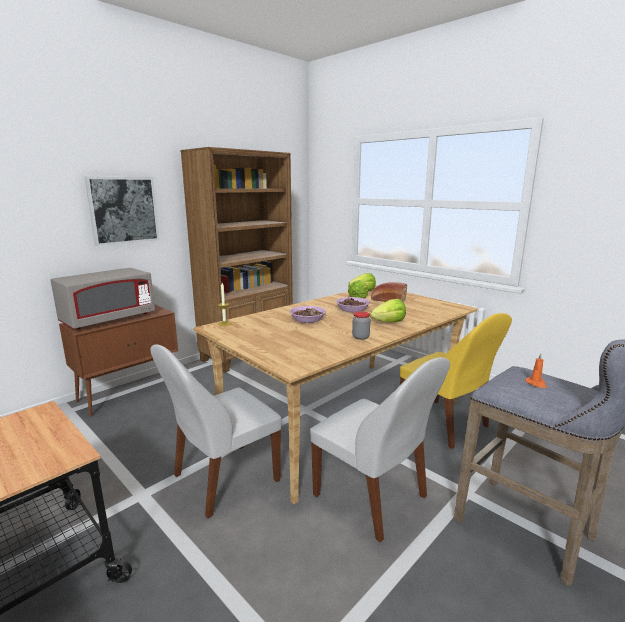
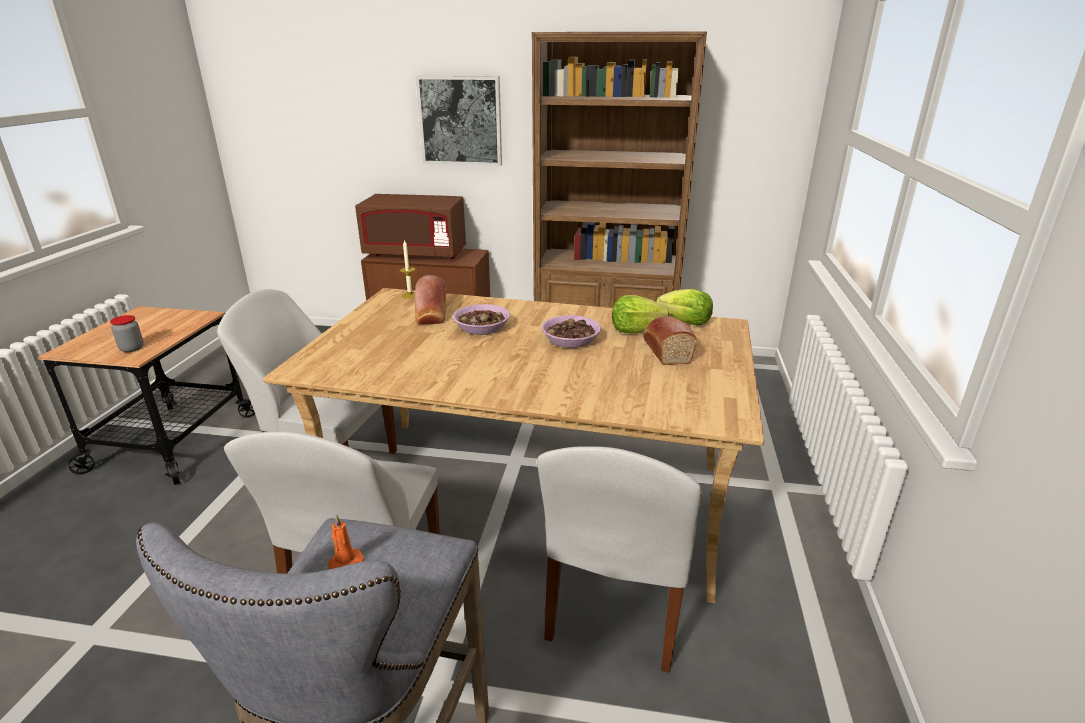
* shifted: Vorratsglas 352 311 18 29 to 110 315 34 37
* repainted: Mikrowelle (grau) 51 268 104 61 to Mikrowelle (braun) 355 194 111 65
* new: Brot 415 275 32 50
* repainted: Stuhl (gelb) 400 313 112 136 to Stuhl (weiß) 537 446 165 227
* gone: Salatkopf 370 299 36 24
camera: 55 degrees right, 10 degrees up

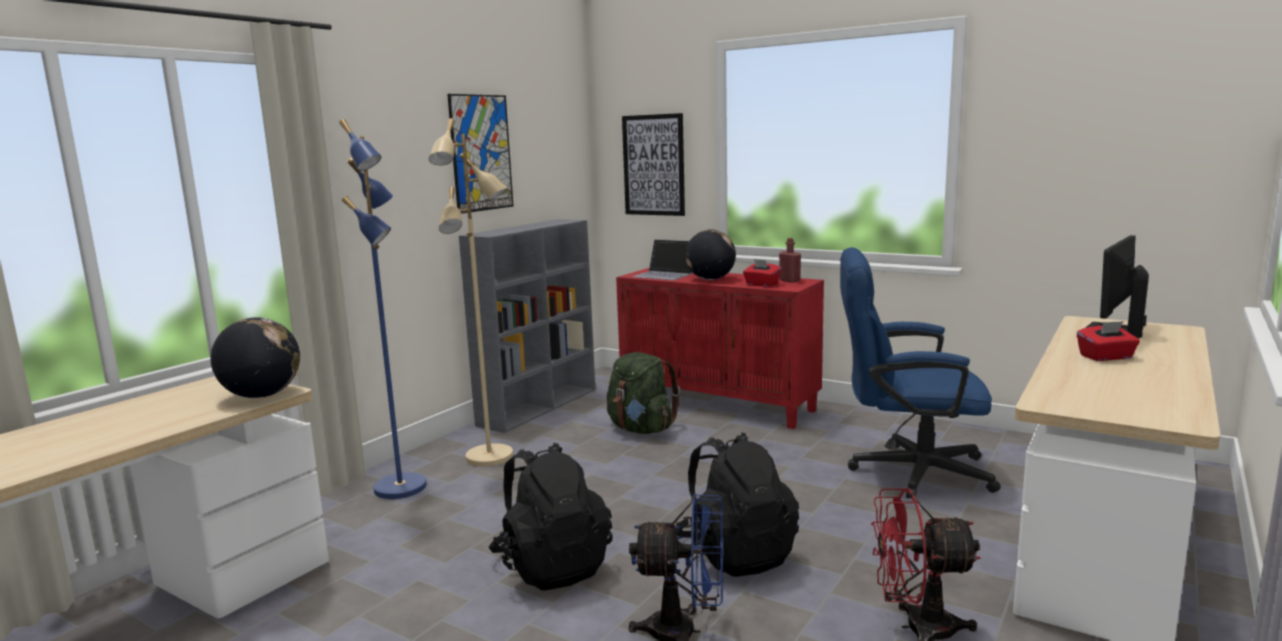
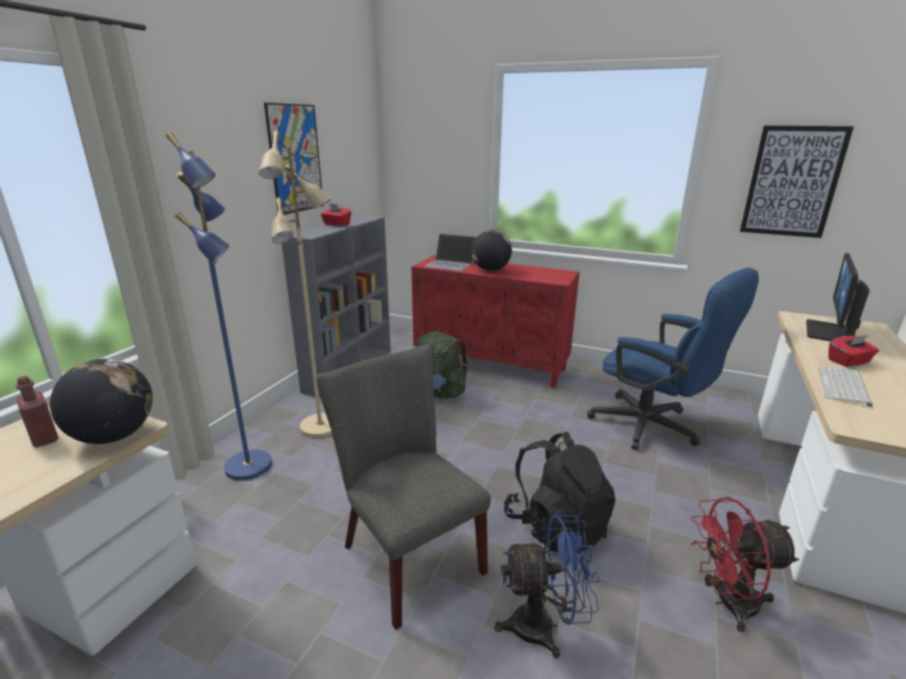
* shifted: Flasche (rot) 779 238 22 44 to 16 376 43 71
* swapped: Rucksack (schwarz) 488 443 125 147 to Stuhl (grau) 316 344 175 286
* shifted: Taschentuchbox (rot) 743 259 38 28 to 321 203 30 23
* rotated: Bürostuhl (blau) 840 247 161 252 = 587 268 172 182 135 degrees counterclockwise
* shifted: Bild 622 113 63 103 to 740 126 114 112
* new: Tastatur 818 367 55 40
camera: 10 degrees left, 10 degrees up

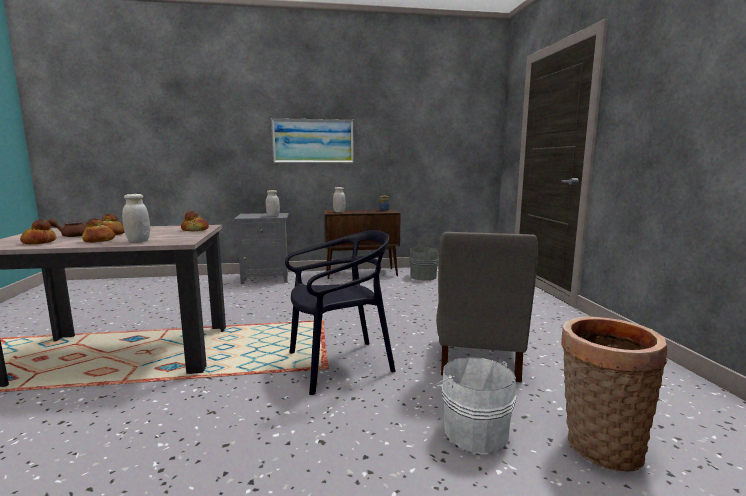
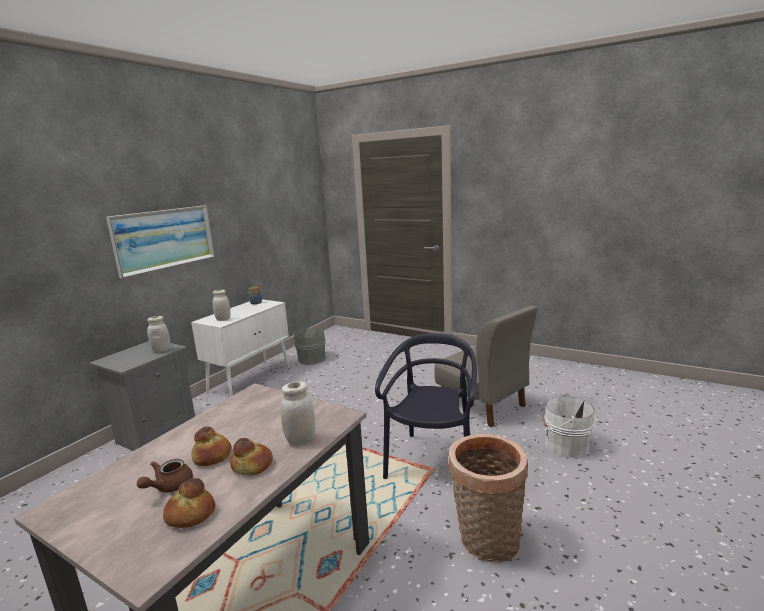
* repainted: Schrank (braun) 324 209 77 70 to Schrank (weiß) 191 299 99 98
* shifted: Korb 561 316 106 156 to 448 434 80 129
* gone: Brot 181 211 28 20
camera: 50 degrees left, 5 degrees up

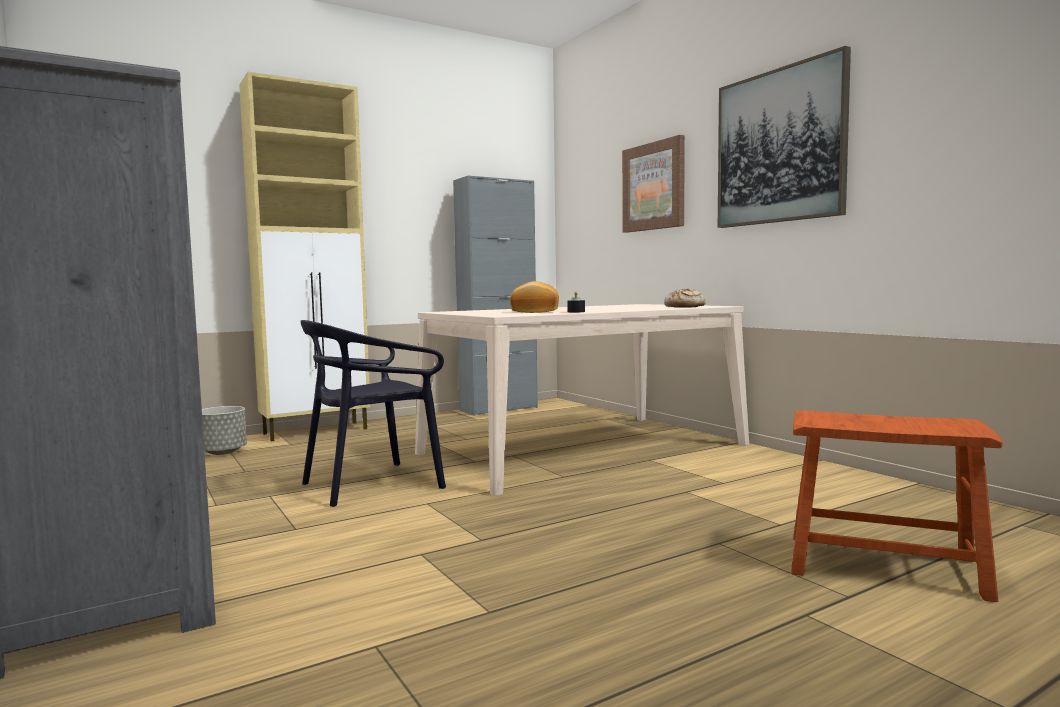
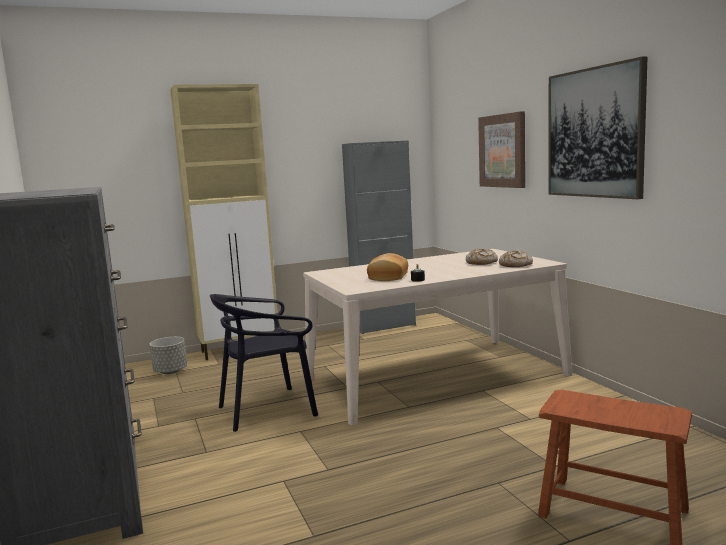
* new: Brot 466 248 32 17
camera: 10 degrees right, 5 degrees up

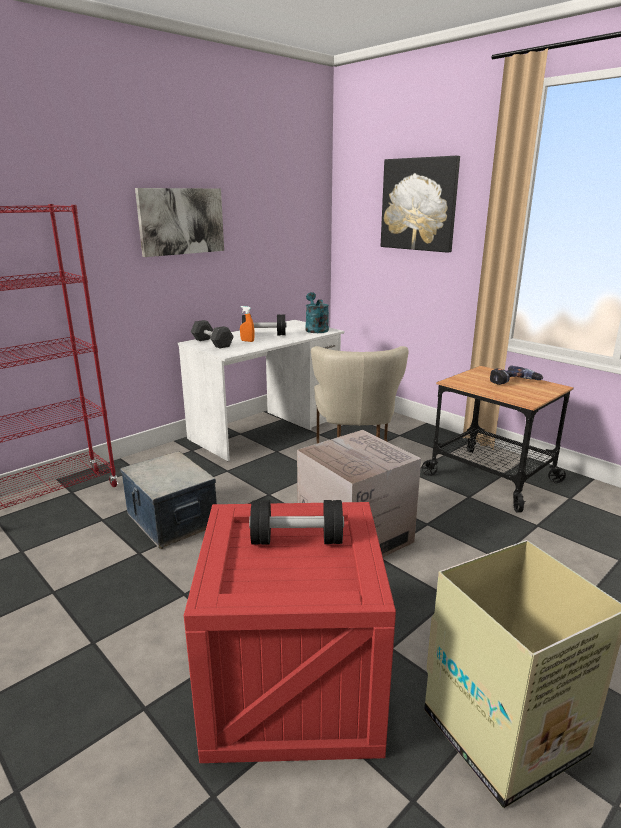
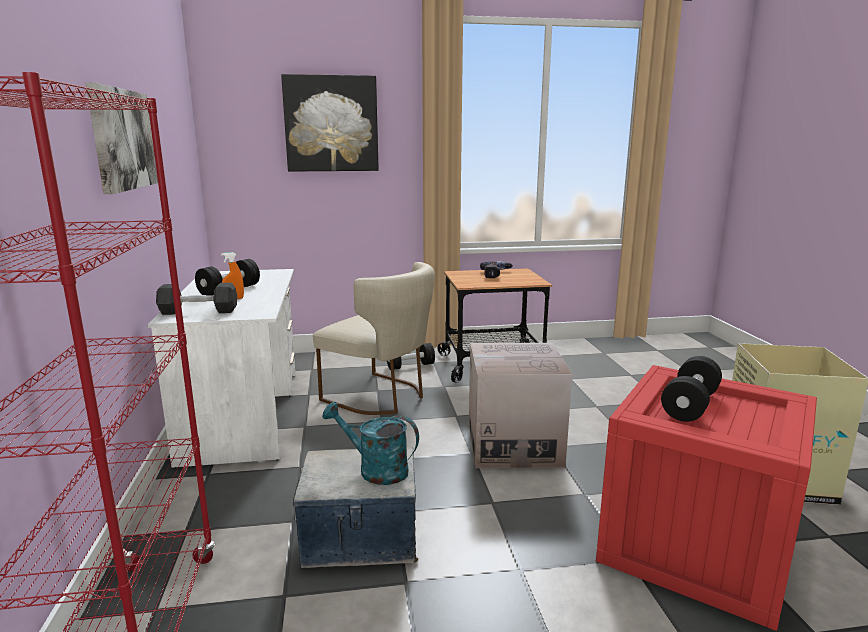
* shifted: Gießkanne (türkis) 305 292 24 41 to 322 402 97 83
* new: Hantel (schwarz) 387 343 48 27
camera: 55 degrees left, 5 degrees down

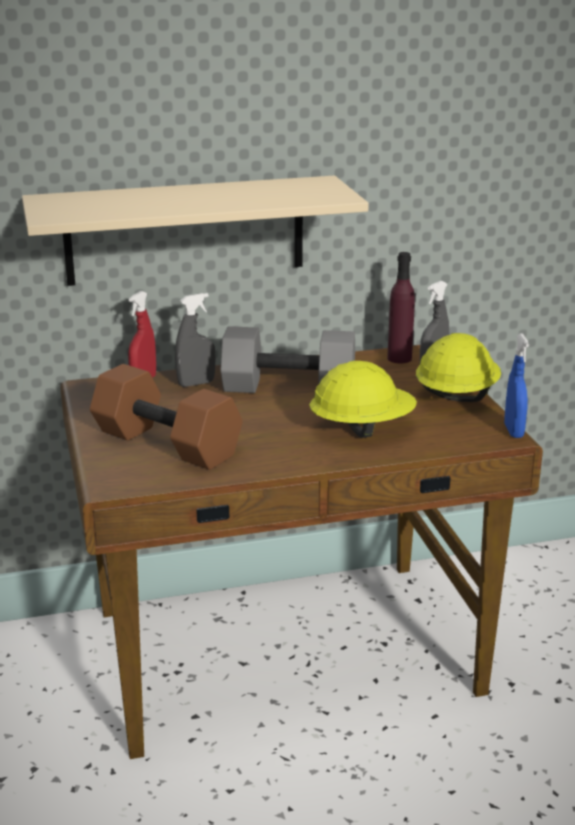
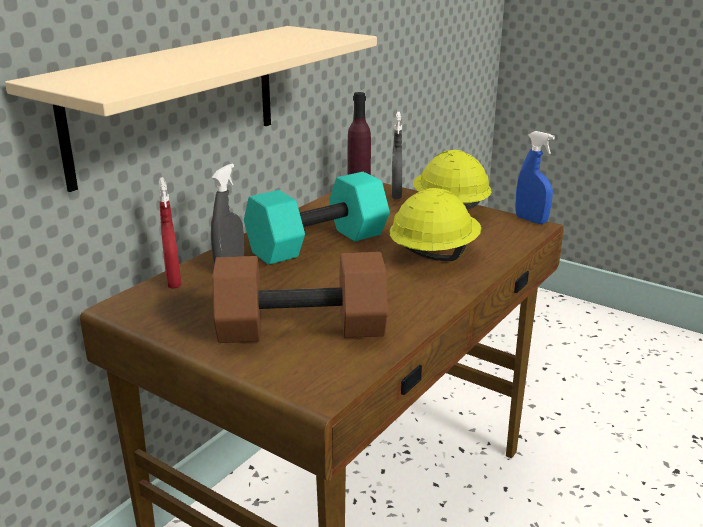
* repainted: Hantel (grau) 221 326 134 67 to Hantel (türkis) 244 172 146 93
camera: 40 degrees left, 0 degrees up

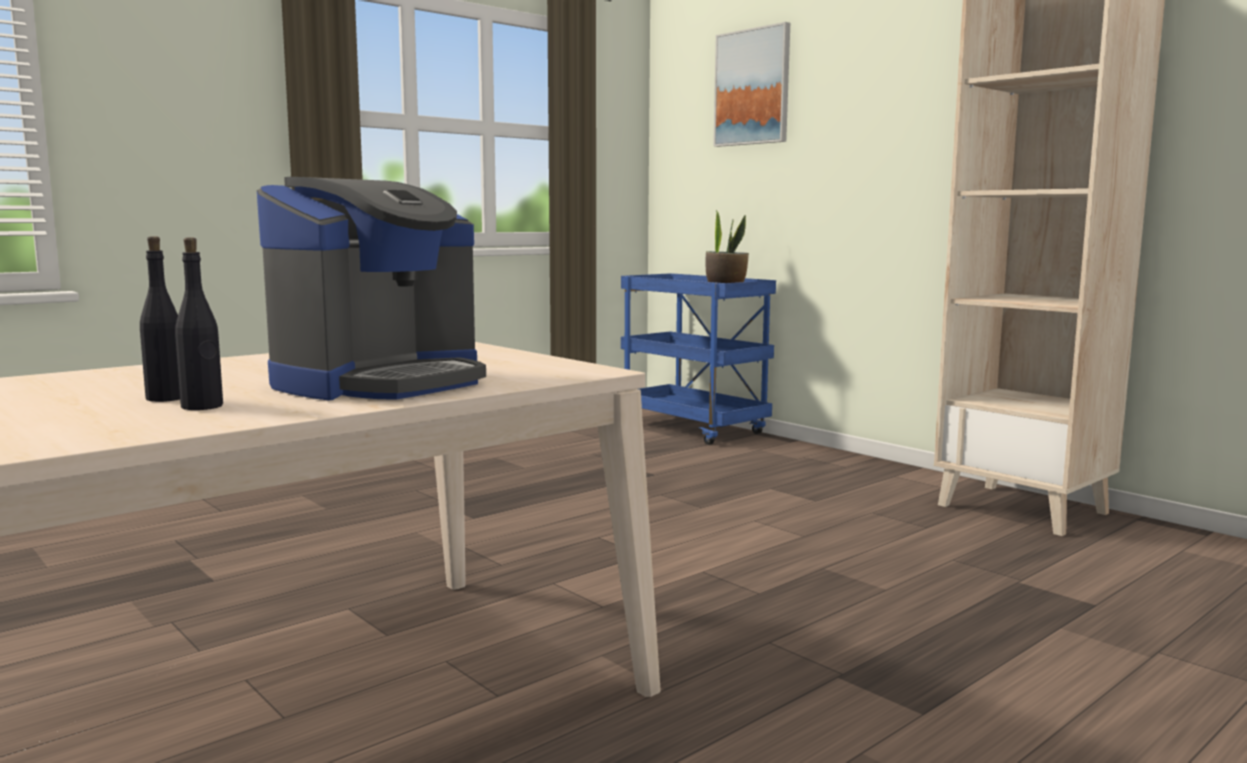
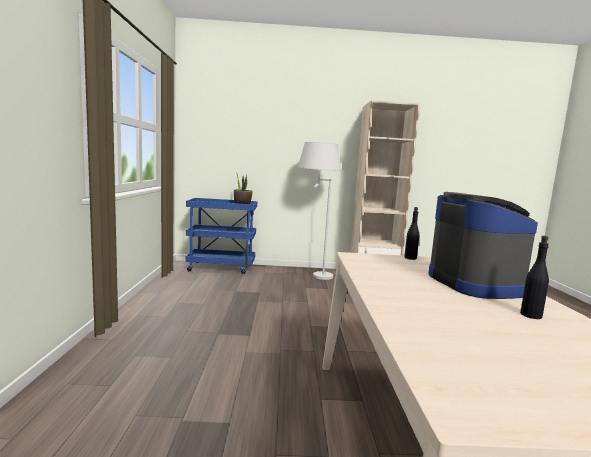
* new: Stehlampe (weiß) 298 142 43 138
* shifted: Flasche (schwarz) 140 236 40 166 to 404 207 15 53
* gone: Bild 713 22 77 125
camera: 50 degrees left, 0 degrees up

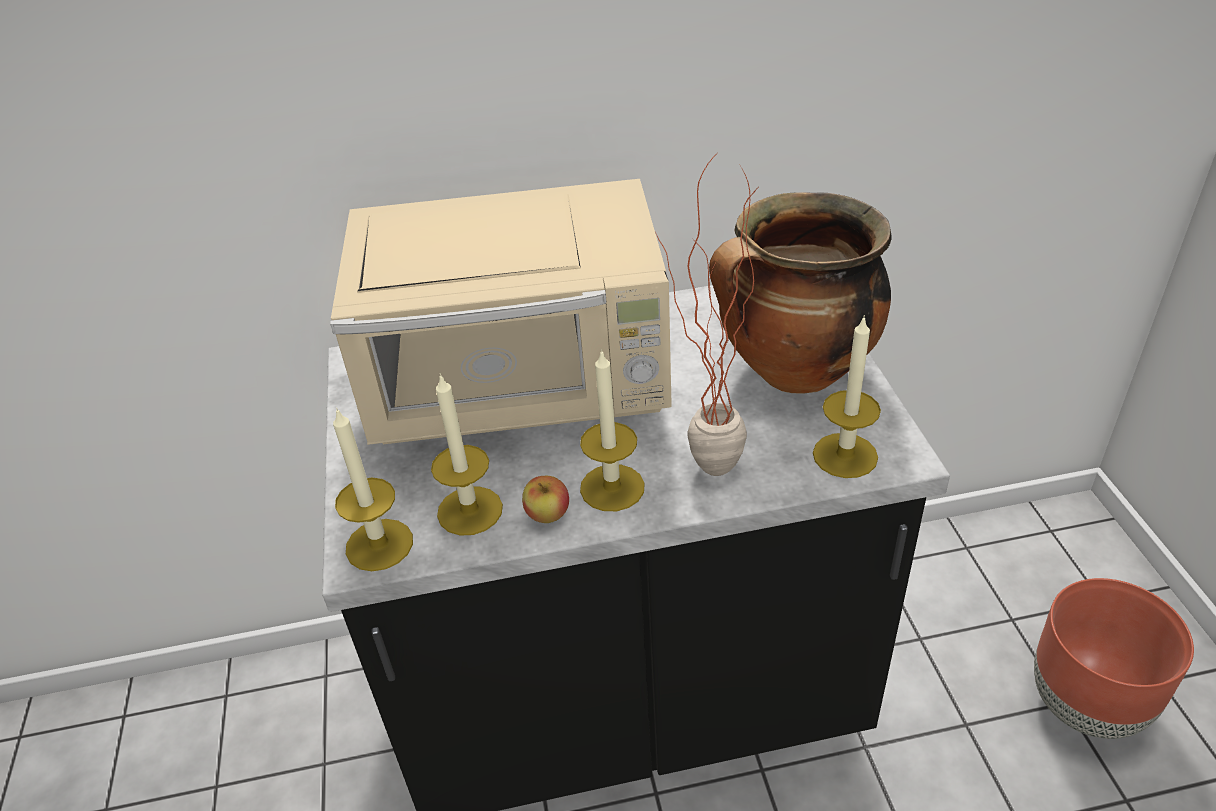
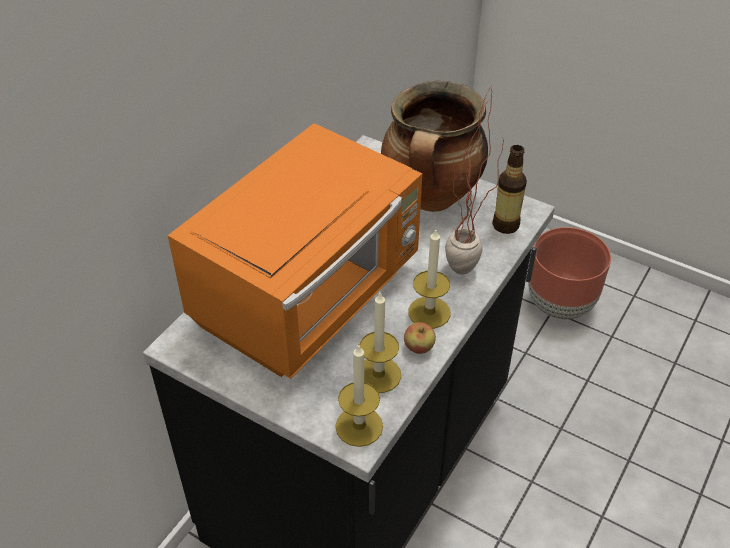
* repainted: Mikrowelle (beige) 330 179 342 266 to Mikrowelle (orange) 168 123 254 256
* swapped: Kerze 813 315 68 163 to Flasche 492 145 35 89
camera: 50 degrees left, 5 degrees up

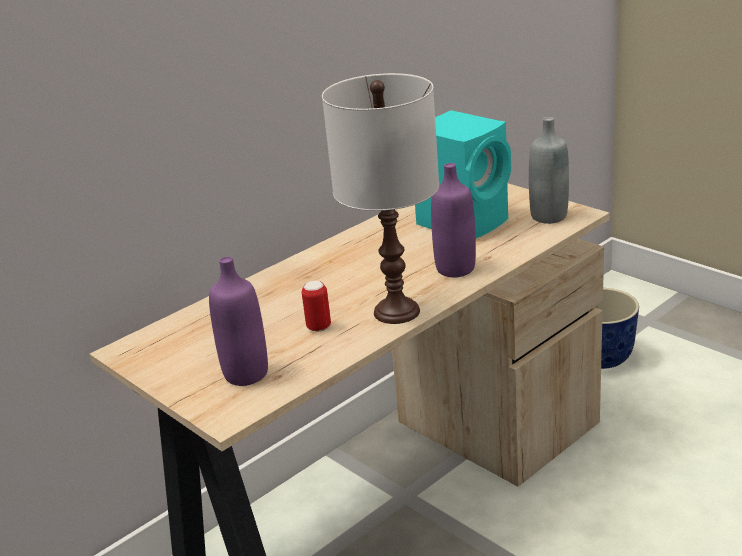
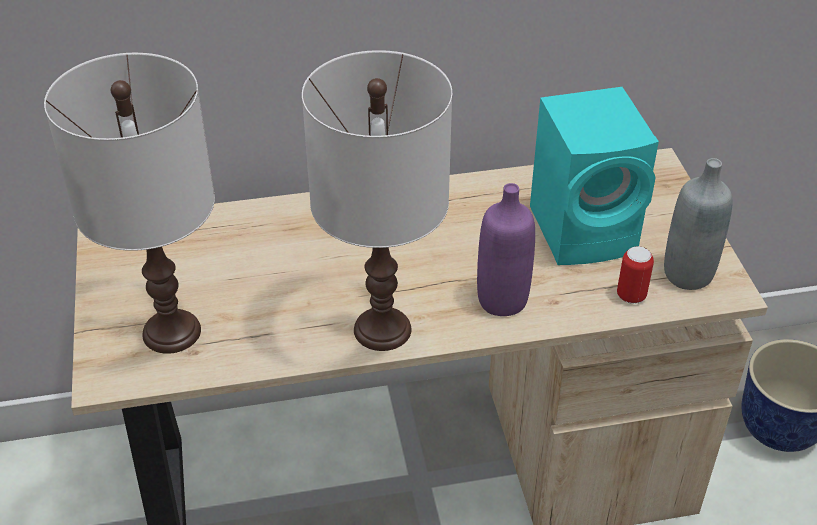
* swapped: Flasche (lila) 209 257 59 129 to Tischlampe (weiß) 44 53 171 301
* shifted: Dose 302 281 29 51 to 617 246 37 58
camera: 30 degrees right, 15 degrees up

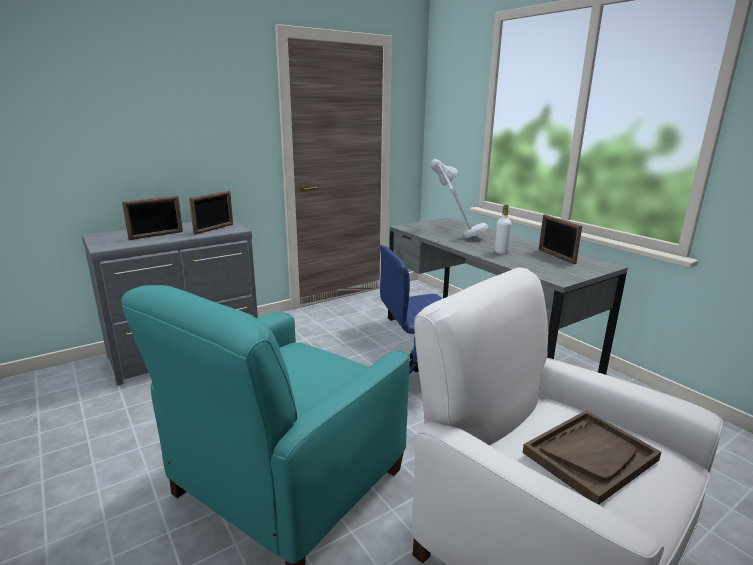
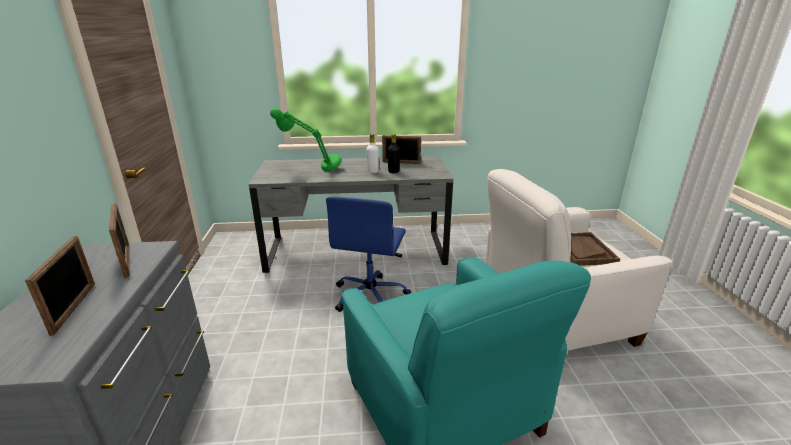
* repainted: Tischlampe (grau) 430 159 58 79 to Tischlampe (grün) 270 108 72 63
* new: Flasche (schwarz) 388 134 12 39
camera: 60 degrees left, 5 degrees up

